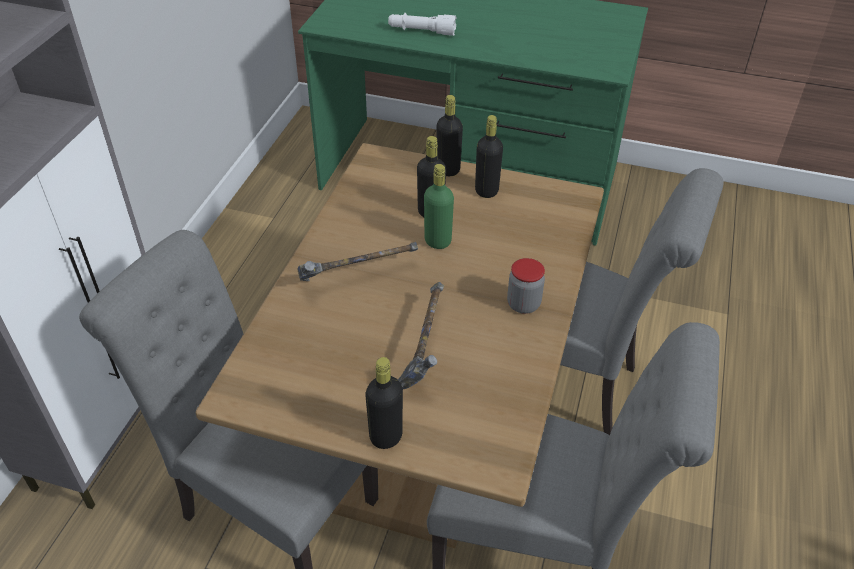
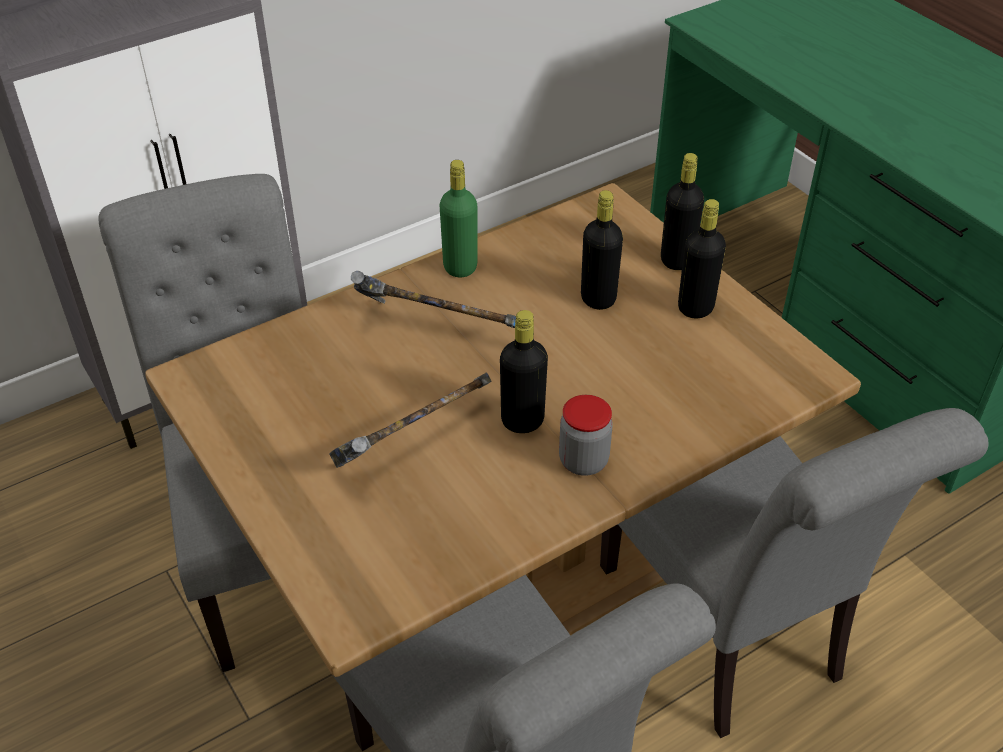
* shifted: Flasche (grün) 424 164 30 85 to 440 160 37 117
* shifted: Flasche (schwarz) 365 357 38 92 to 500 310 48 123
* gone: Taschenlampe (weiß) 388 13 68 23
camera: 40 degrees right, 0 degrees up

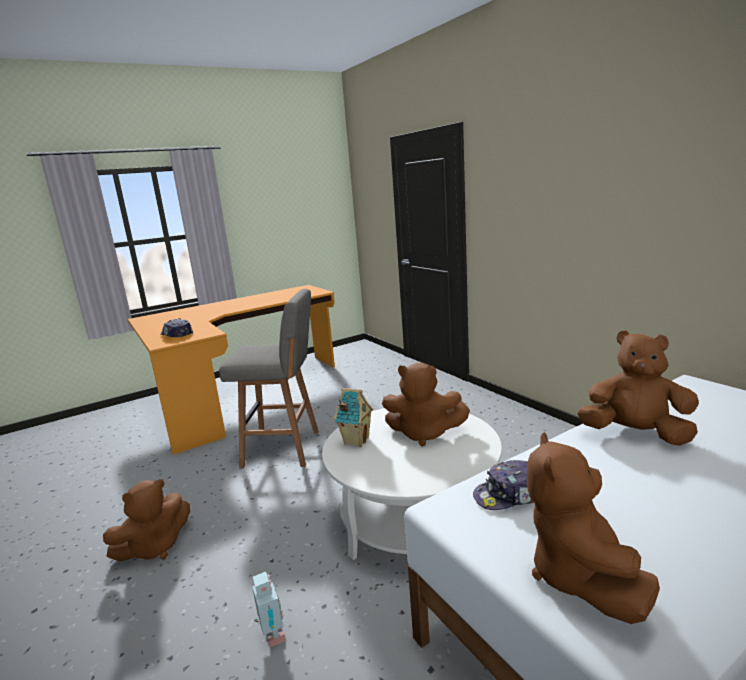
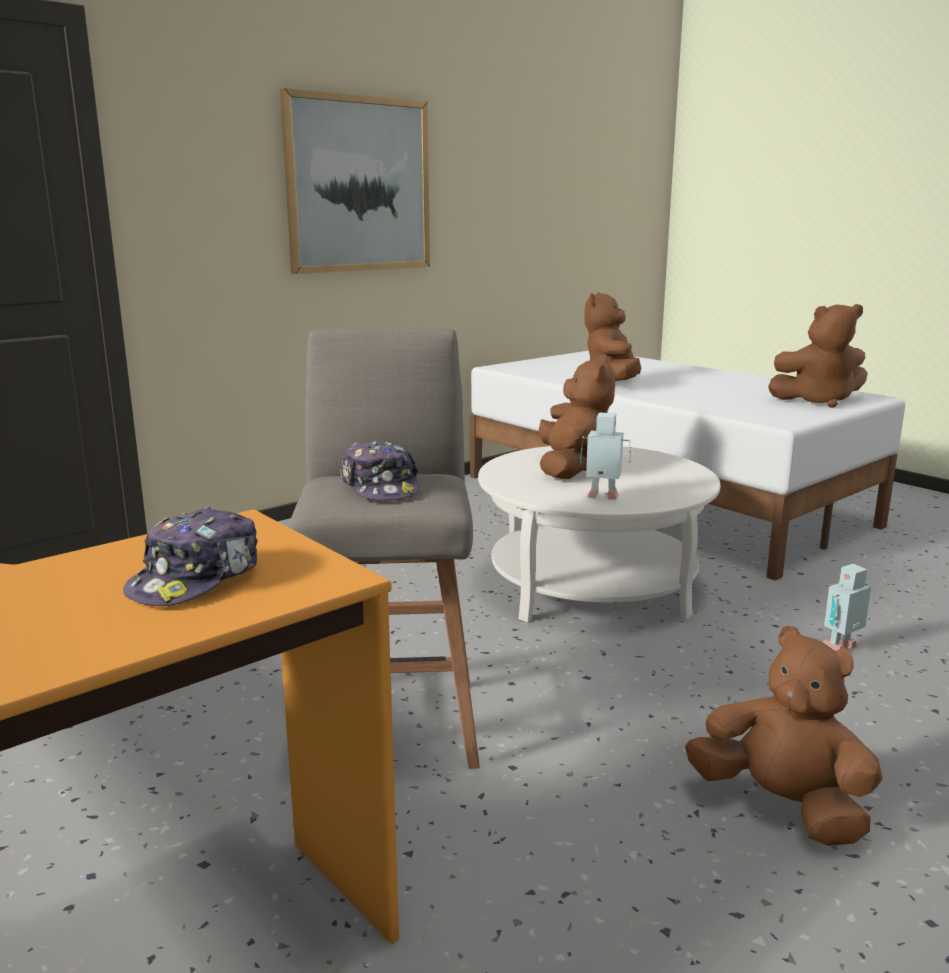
* new: Bild 280 88 150 186
* shifted: Kappe 473 460 61 50 to 340 440 80 61
* swapped: Spielzeughaus 334 388 39 59 to Spielzeugroboter 580 412 51 88
camera: 100 degrees left, 0 degrees up

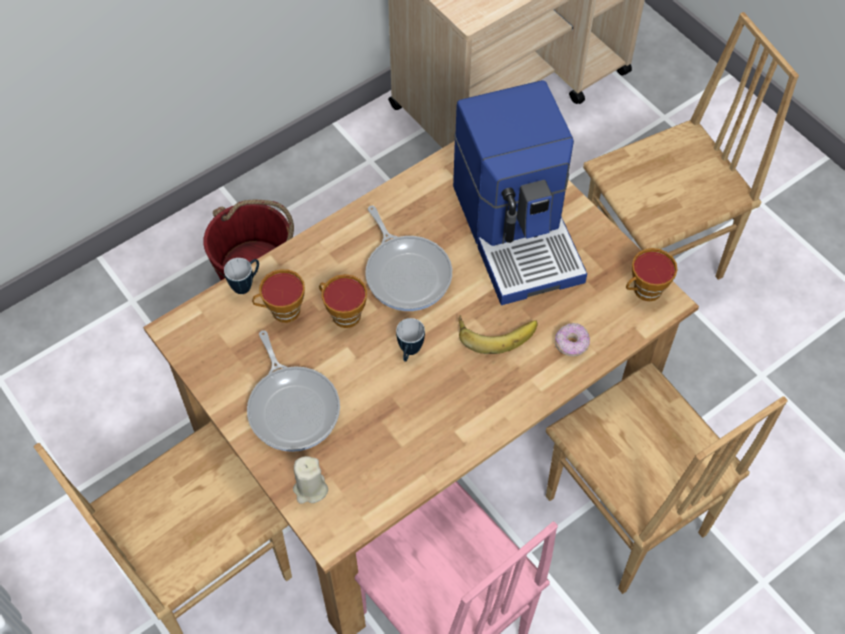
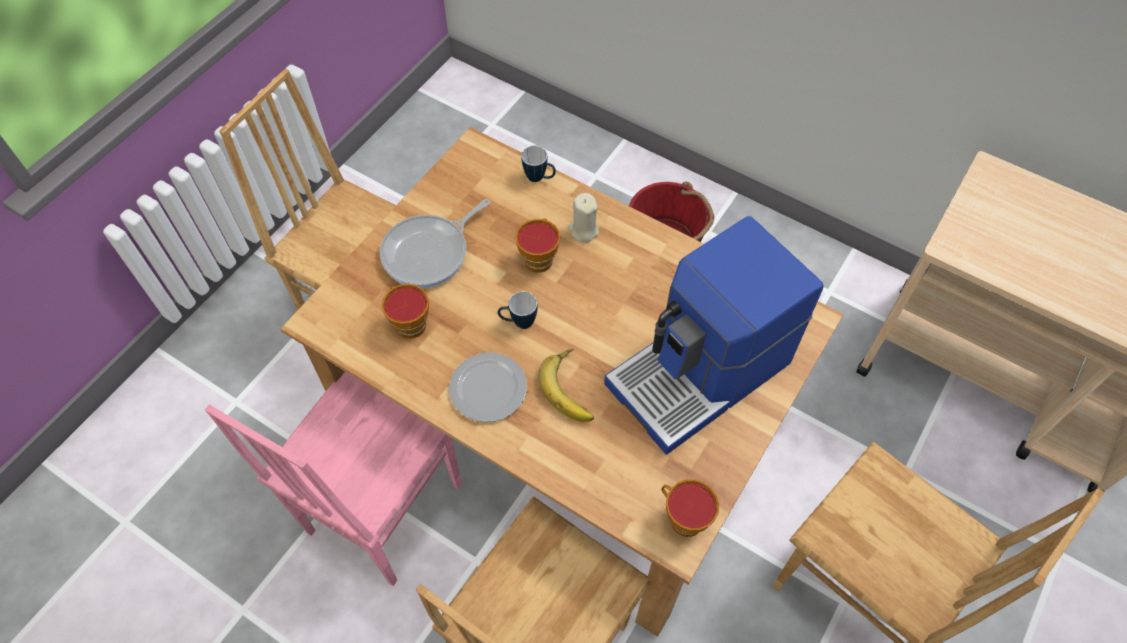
* shifted: Tasse 252 269 53 54 to 382 284 47 55
* new: Teller 449 353 78 69
* shifted: Kerze (beige) 293 456 35 48 to 568 193 31 49
* gone: Pfanne 365 205 87 106
* gone: Donut 555 323 35 34
camera: 70 degrees right, 0 degrees up

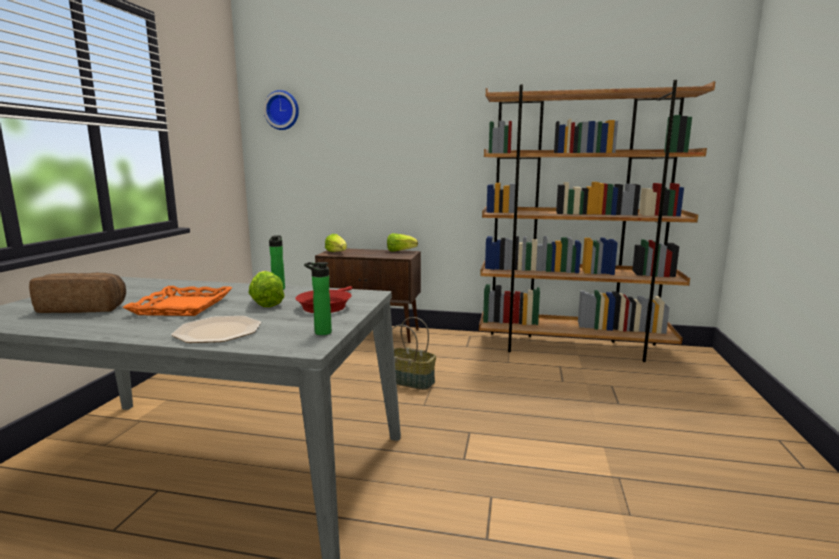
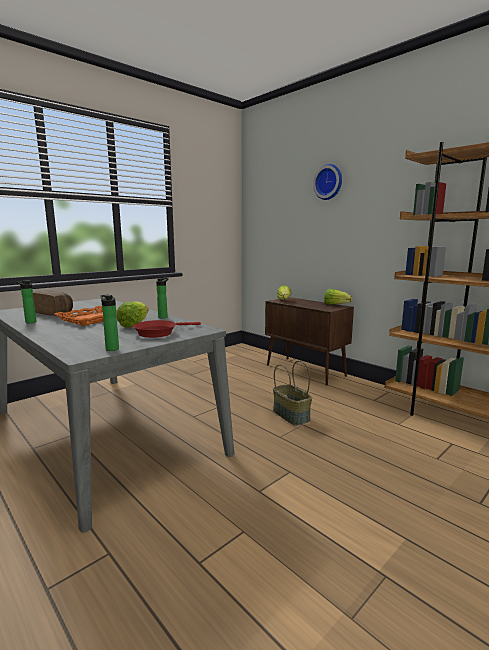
* new: Flasche 17 280 20 43
* shifted: Wanduhr 264 90 35 40 to 313 164 29 36
* gone: Teller 171 316 90 27
camera: 35 degrees right, 0 degrees up

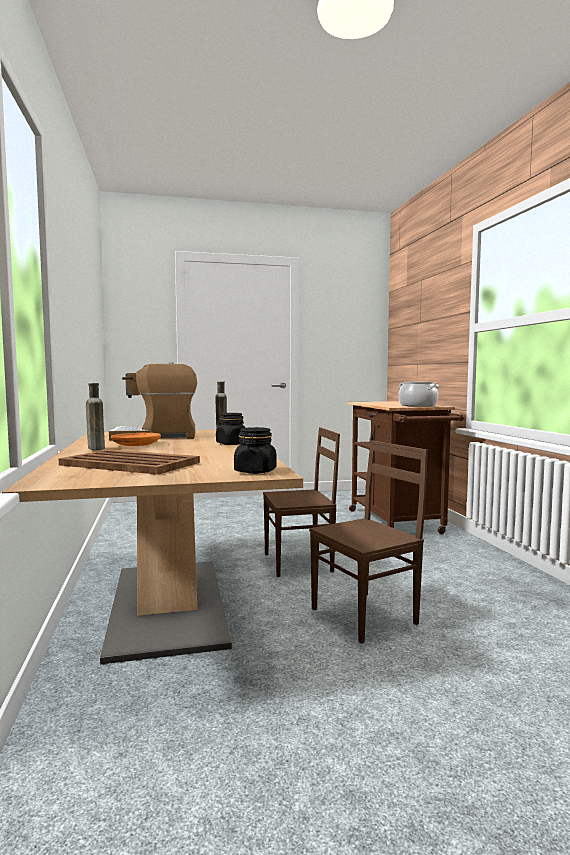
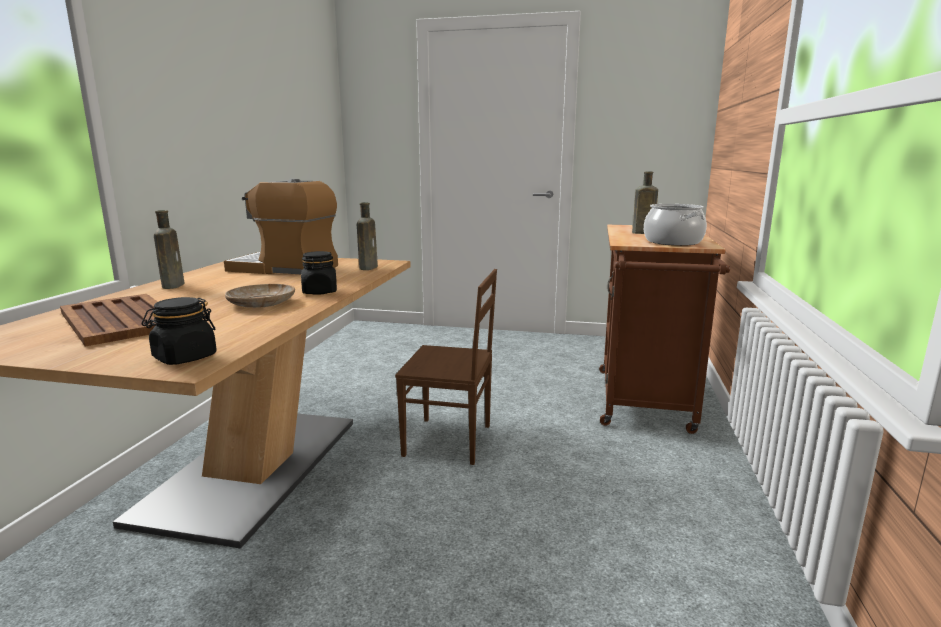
* new: Teller (beige) 225 284 70 24
* new: Flasche (braun) 632 171 26 63
* gone: Teller (orange) 111 433 50 13
* gone: Stuhl (braun) 309 440 119 204
camera: 25 degrees right, 10 degrees up

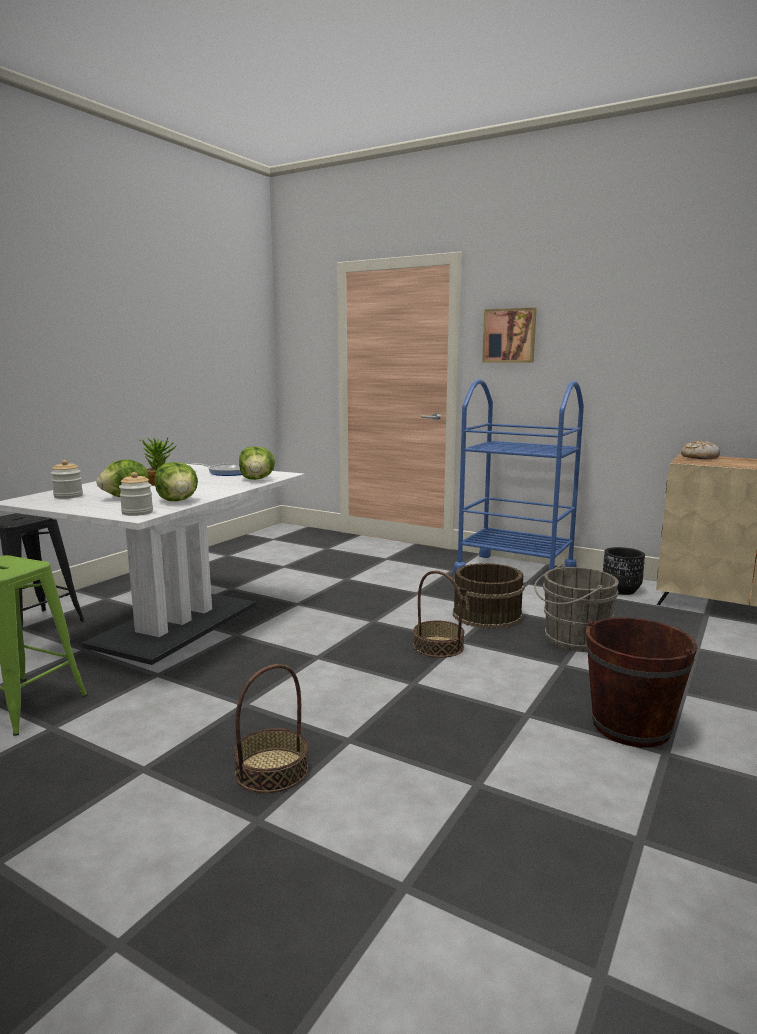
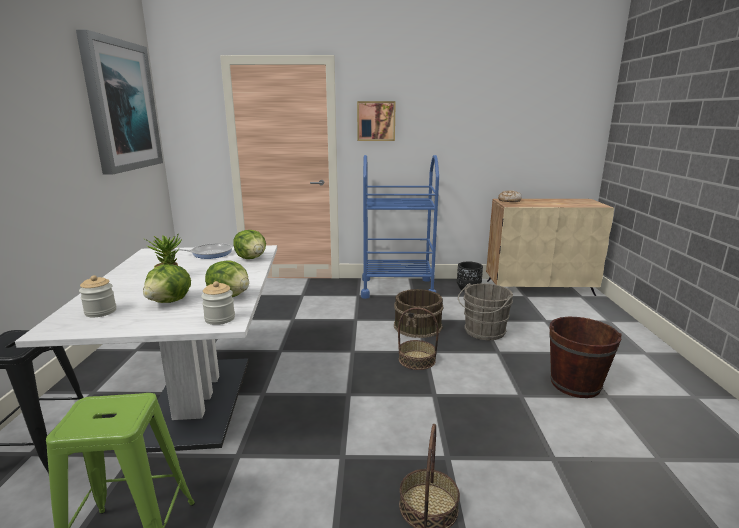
* new: Bild 76 29 87 146
camera: 30 degrees left, 5 degrees up

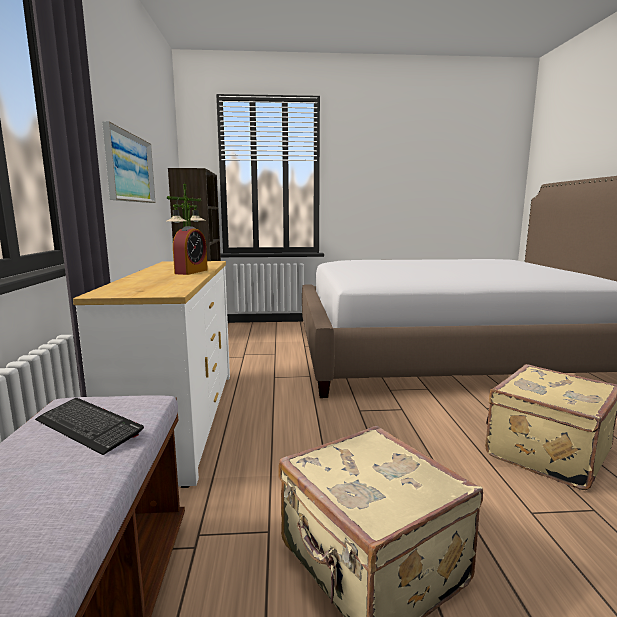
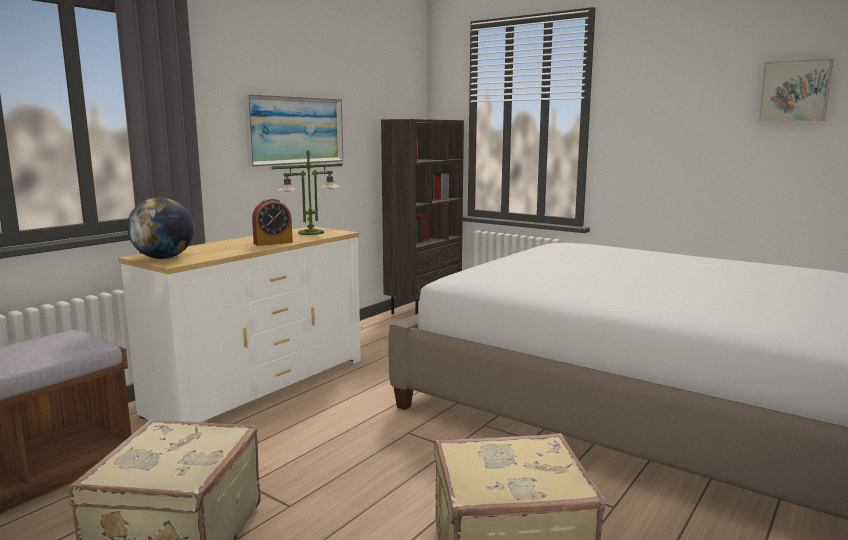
* new: Globus 127 197 67 62
* new: Bild 758 58 75 63
* gone: Tastatur 35 398 109 57
camera: 40 degrees right, 0 degrees up

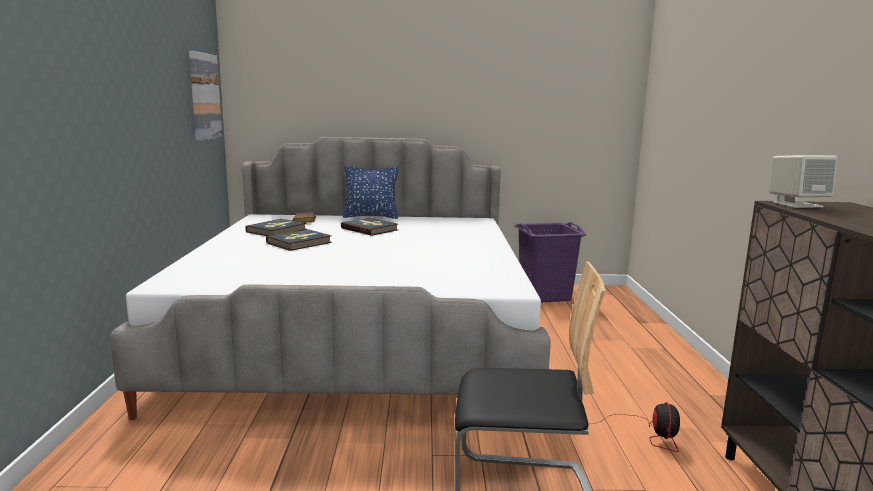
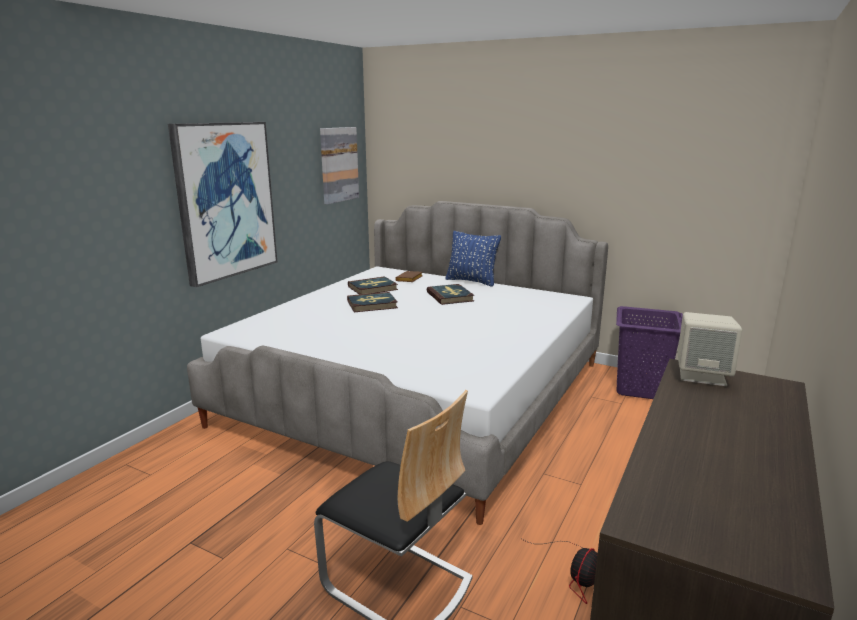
* new: Bild 168 122 109 165
camera: 30 degrees right, 5 degrees up

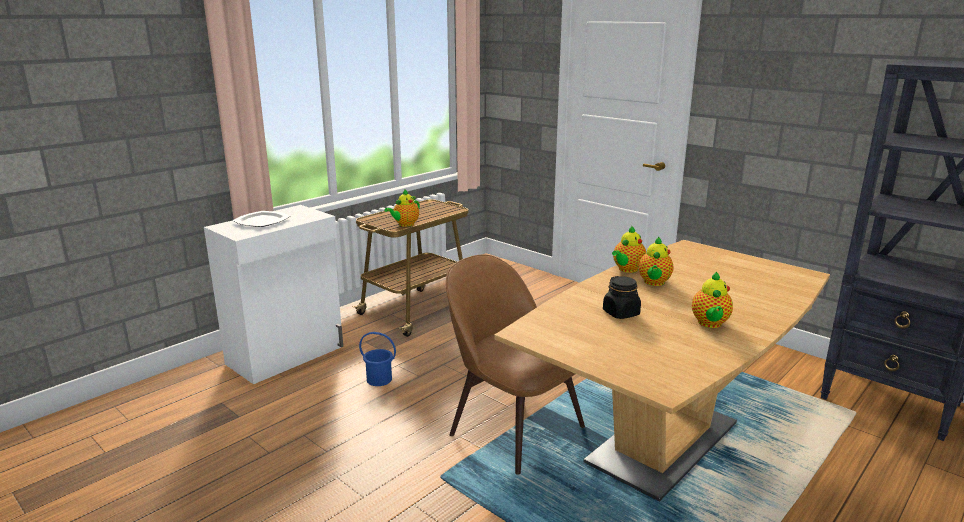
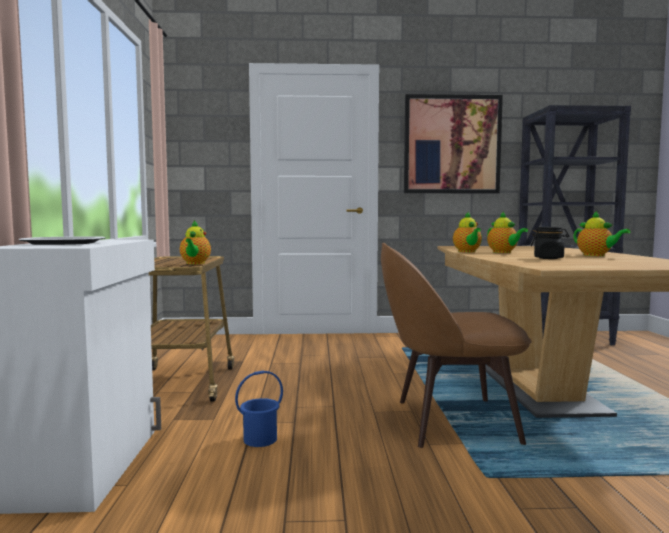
* new: Bild 404 94 99 99
camera: 45 degrees left, 15 degrees down

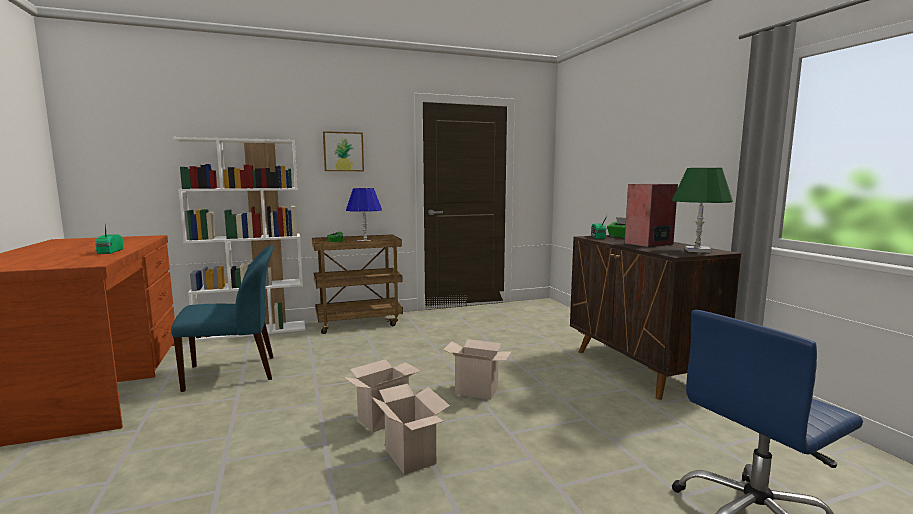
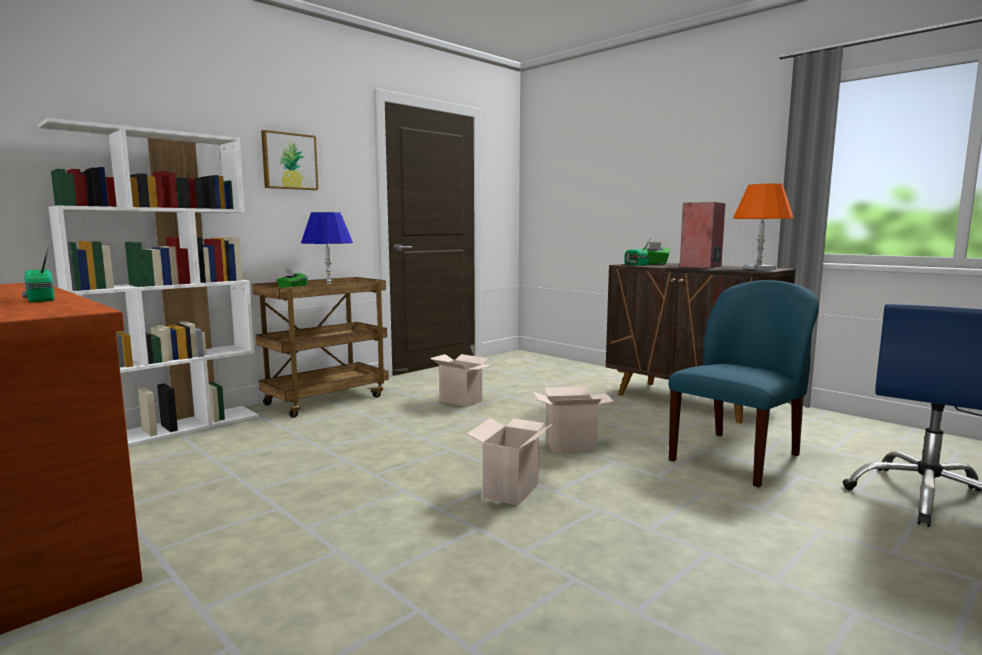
* shifted: Karton 371 384 79 91 to 430 354 61 53
* shifted: Stuhl (blau) 171 245 103 147 to 669 280 150 207
* repainted: Tischlampe (grün) 672 168 61 85 to Tischlampe (orange) 733 183 61 87
camera: 25 degrees left, 0 degrees up

